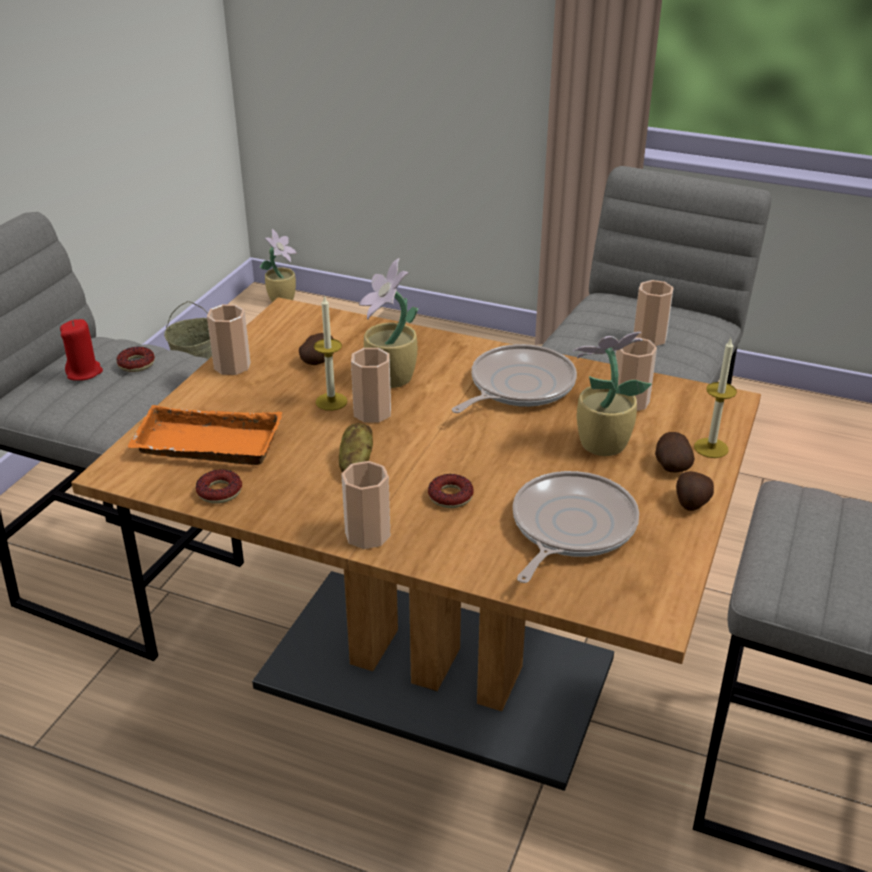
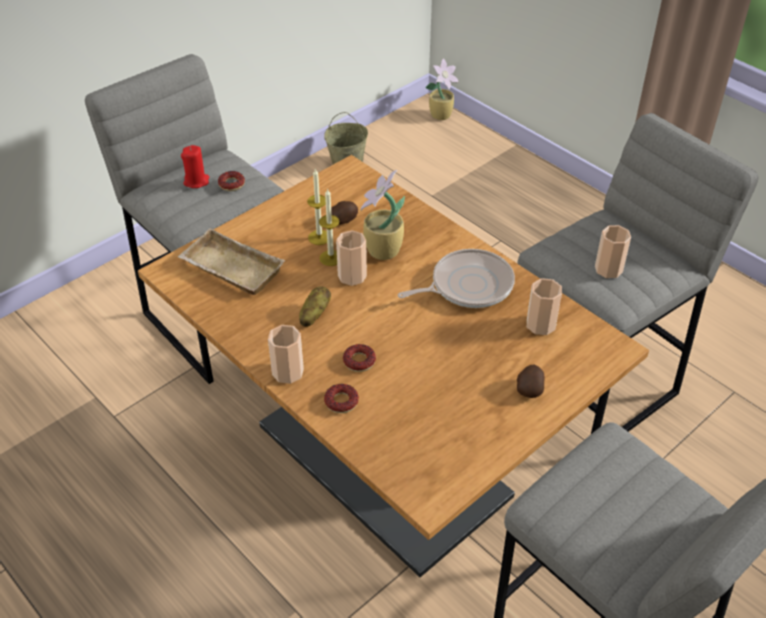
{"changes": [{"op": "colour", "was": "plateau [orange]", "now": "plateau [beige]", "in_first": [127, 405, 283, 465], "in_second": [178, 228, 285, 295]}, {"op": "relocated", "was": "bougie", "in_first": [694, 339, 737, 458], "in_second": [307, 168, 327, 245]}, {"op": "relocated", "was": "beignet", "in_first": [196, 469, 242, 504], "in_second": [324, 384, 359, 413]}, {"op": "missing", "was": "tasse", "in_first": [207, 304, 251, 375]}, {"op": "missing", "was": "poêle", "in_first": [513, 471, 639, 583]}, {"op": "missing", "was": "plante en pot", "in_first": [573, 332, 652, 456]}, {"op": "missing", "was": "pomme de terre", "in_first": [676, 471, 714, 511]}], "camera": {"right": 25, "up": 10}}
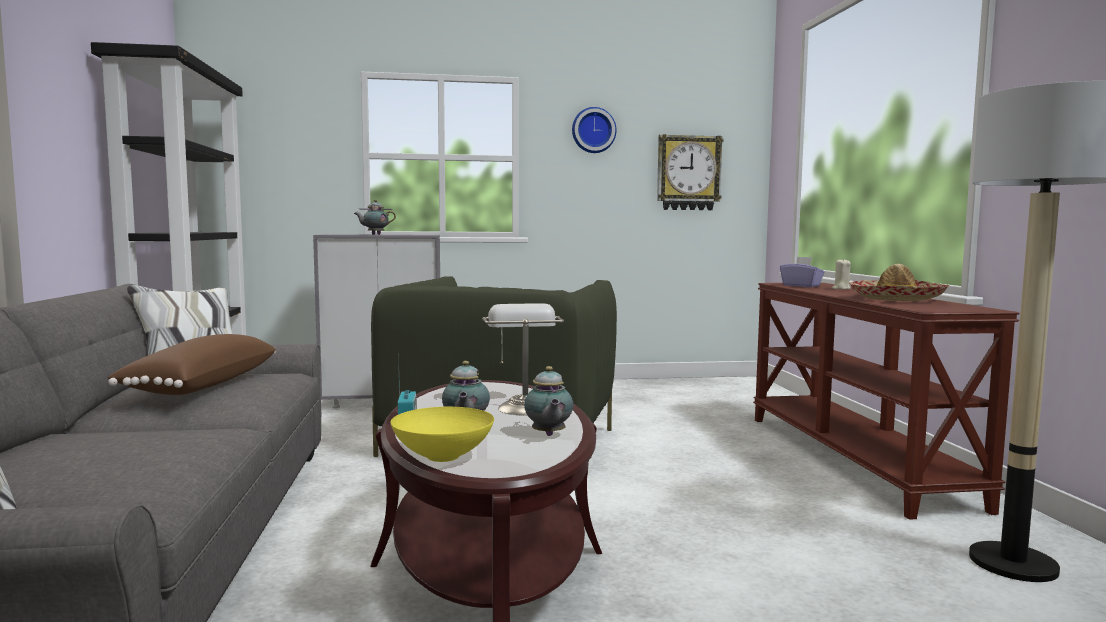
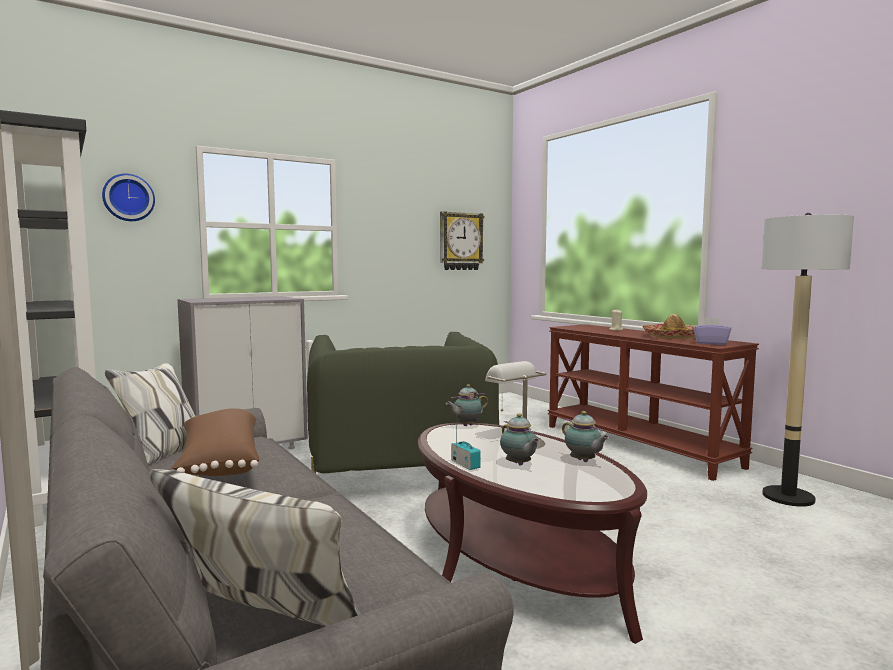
{"changes": [{"op": "relocated", "was": "horloge murale", "in_first": [572, 107, 617, 153], "in_second": [102, 174, 155, 221]}, {"op": "relocated", "was": "théière", "in_first": [354, 200, 396, 235], "in_second": [446, 384, 488, 426]}, {"op": "relocated", "was": "boîte à mouchoirs [violet]", "in_first": [780, 256, 825, 287], "in_second": [694, 318, 731, 345]}, {"op": "missing", "was": "bol [jaune]", "in_first": [391, 407, 494, 462]}], "camera": {"right": -25, "up": 0}}
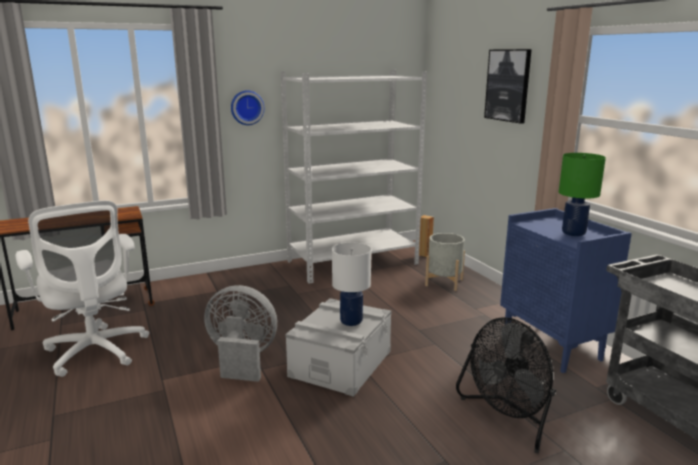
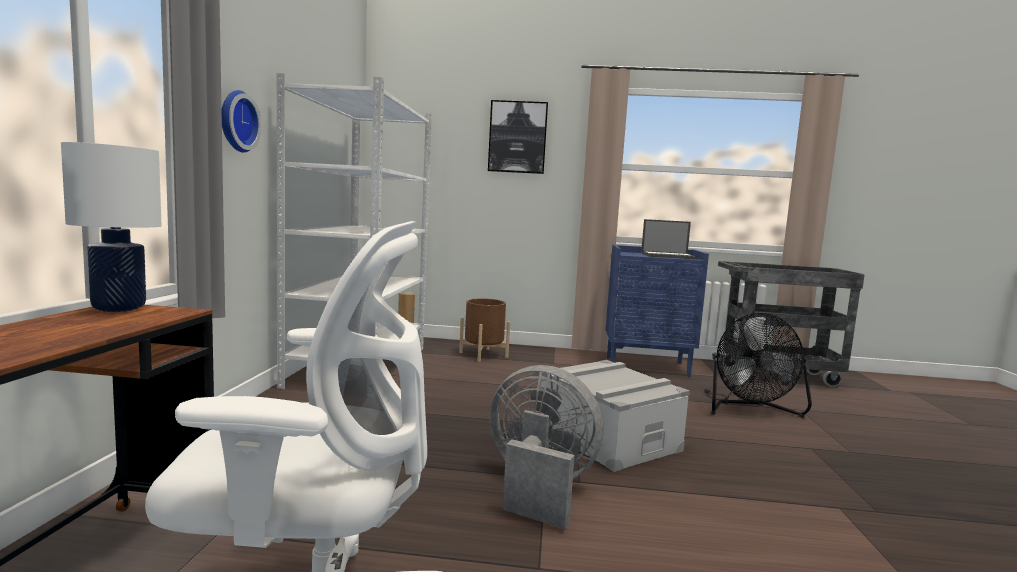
{"changes": [{"op": "relocated", "was": "lampe de table [blanc]", "in_first": [332, 242, 371, 326], "in_second": [61, 142, 162, 312]}, {"op": "colour", "was": "cache-pot [gris]", "now": "cache-pot [marron]", "in_first": [425, 233, 465, 291], "in_second": [459, 299, 510, 362]}, {"op": "spun", "was": "ventilateur [gris]", "in_first": [204, 285, 277, 382], "in_second": [490, 365, 603, 529], "clockwise": 75}, {"op": "exchanged", "was": "lampe de table [vert]", "now": "ordinateur portable", "in_first": [559, 153, 606, 236], "in_second": [641, 219, 699, 259]}], "camera": {"right": -60, "up": -10}}
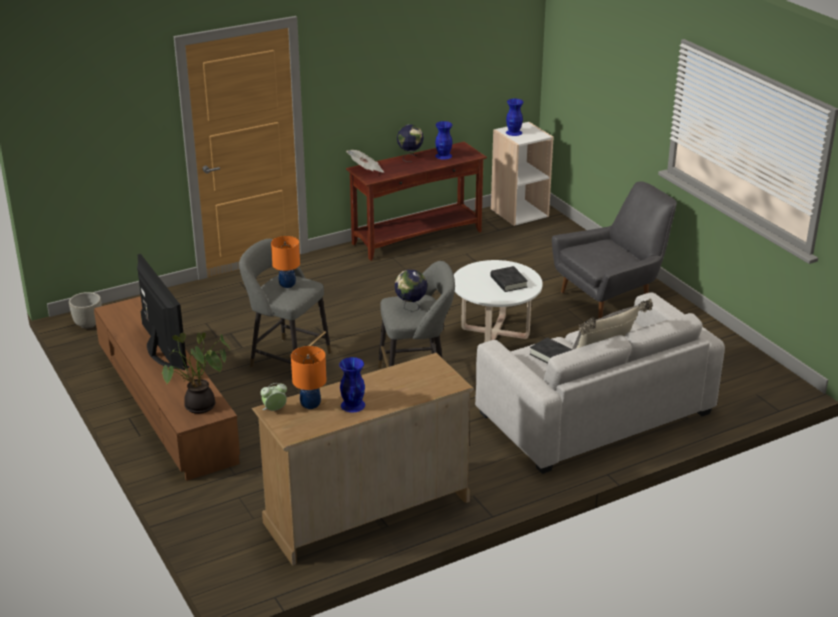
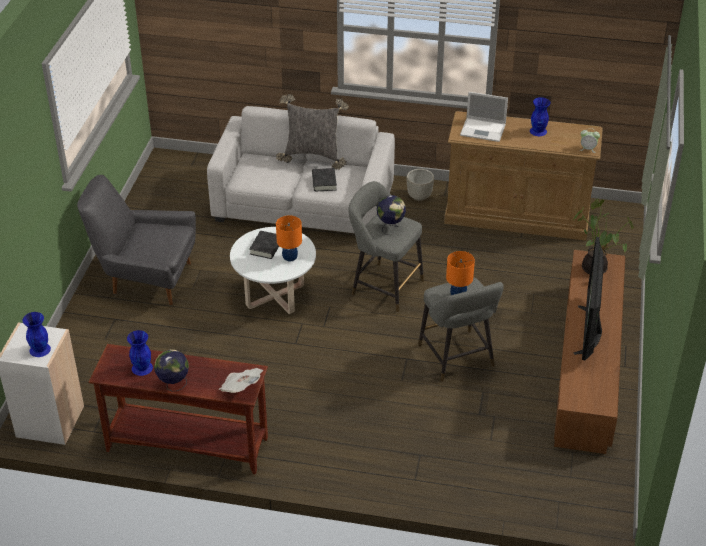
{"changes": [{"op": "relocated", "was": "lampe de table [orange]", "in_first": [291, 346, 326, 409], "in_second": [276, 215, 302, 262]}, {"op": "relocated", "was": "cache-pot [gris]", "in_first": [69, 292, 102, 329], "in_second": [407, 169, 434, 201]}, {"op": "appeared", "now": "ordinateur portable", "in_second": [460, 92, 508, 142]}], "camera": {"right": -140, "up": 10}}
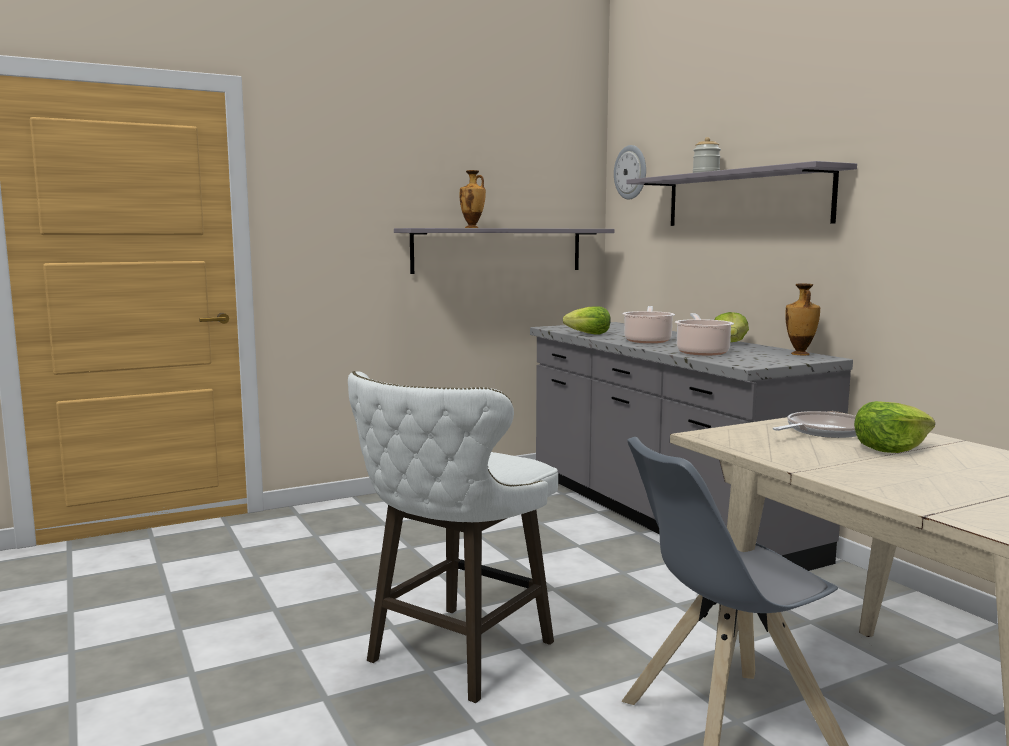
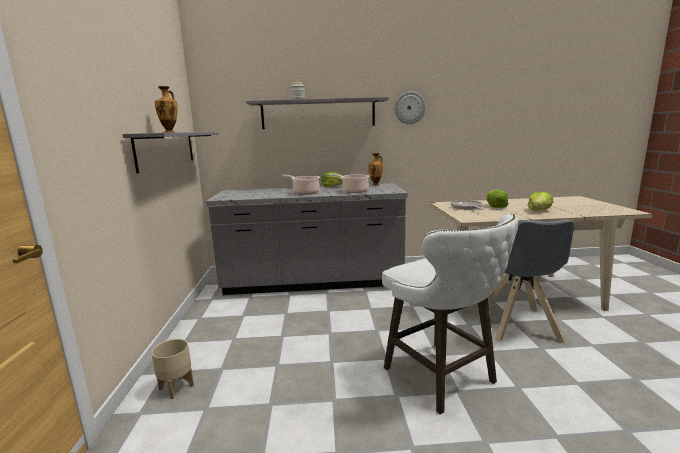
{"changes": [{"op": "appeared", "now": "cache-pot [beige]", "in_second": [151, 339, 194, 399]}, {"op": "relocated", "was": "horloge murale", "in_first": [614, 145, 646, 199], "in_second": [394, 91, 426, 124]}, {"op": "relocated", "was": "laitue", "in_first": [563, 306, 611, 335], "in_second": [528, 191, 553, 210]}], "camera": {"right": -65, "up": 5}}
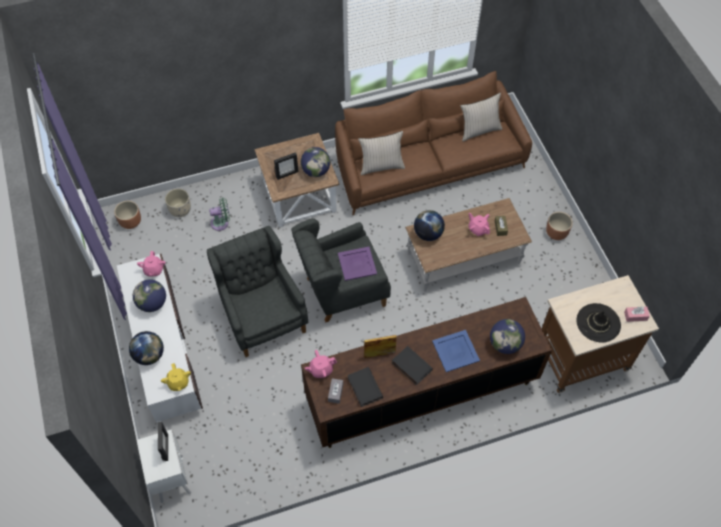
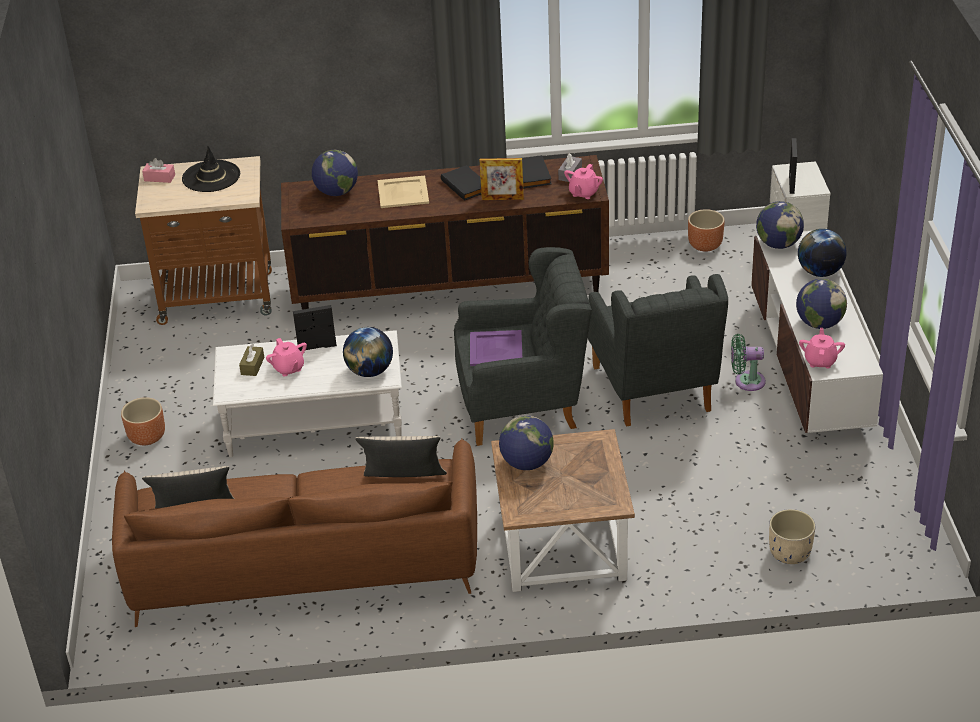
{"changes": [{"op": "colour", "was": "table basse [marron]", "now": "table basse [blanc]", "in_first": [405, 198, 532, 292], "in_second": [213, 330, 402, 457]}, {"op": "relocated", "was": "cadre photo", "in_first": [274, 152, 298, 180], "in_second": [293, 305, 337, 351]}, {"op": "colour", "was": "plateau [bleu]", "now": "plateau [beige]", "in_first": [432, 330, 480, 372], "in_second": [378, 176, 429, 208]}, {"op": "spun", "was": "théière [rose]", "in_first": [305, 350, 337, 378], "in_second": [564, 164, 603, 199], "clockwise": 120}, {"op": "relocated", "was": "cache-pot [marron]", "in_first": [114, 201, 141, 229], "in_second": [688, 209, 725, 252]}, {"op": "relocated", "was": "ventilateur [vert]", "in_first": [209, 198, 230, 231], "in_second": [731, 334, 766, 391]}, {"op": "exchanged", "was": "théière [jaune]", "now": "globe", "in_first": [161, 363, 191, 391], "in_second": [756, 201, 804, 249]}], "camera": {"right": -165, "up": -20}}
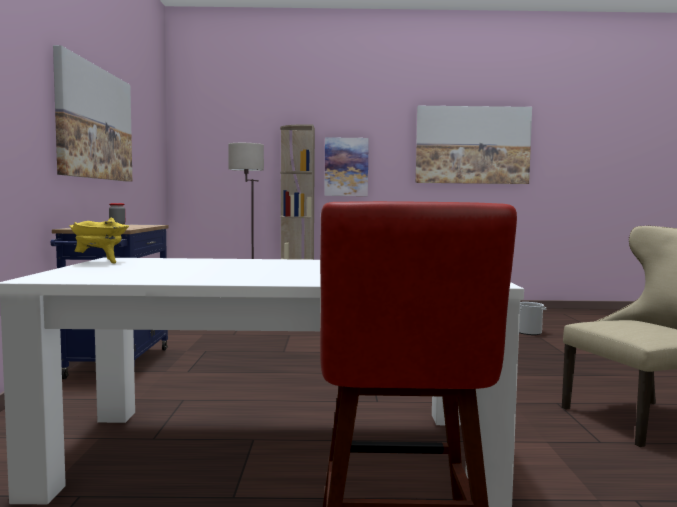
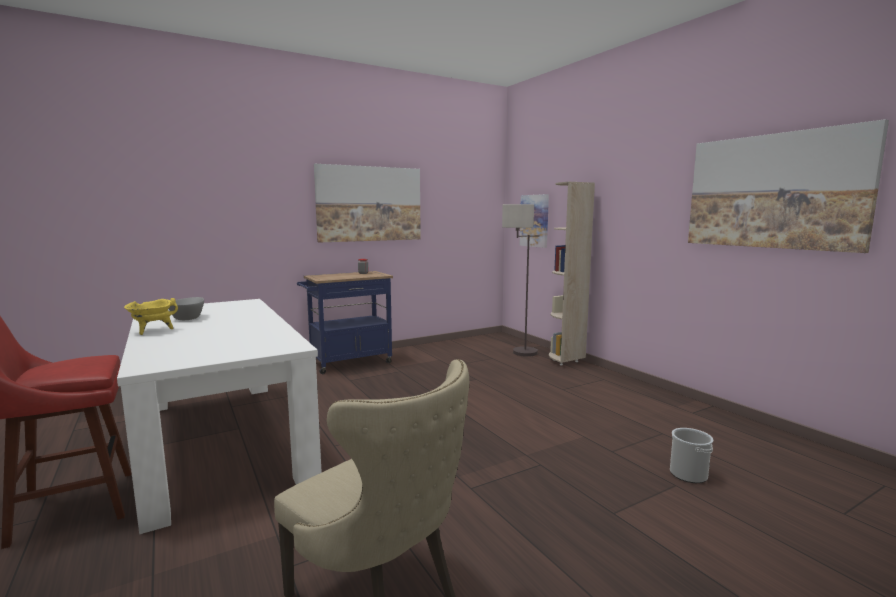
{"changes": [{"op": "relocated", "was": "marmite [jaune]", "in_first": [69, 218, 129, 263], "in_second": [124, 298, 178, 335]}, {"op": "appeared", "now": "bol [gris]", "in_second": [169, 297, 204, 320]}, {"op": "relocated", "was": "tableau", "in_first": [324, 137, 369, 196], "in_second": [520, 194, 549, 248]}], "camera": {"right": 60, "up": 5}}
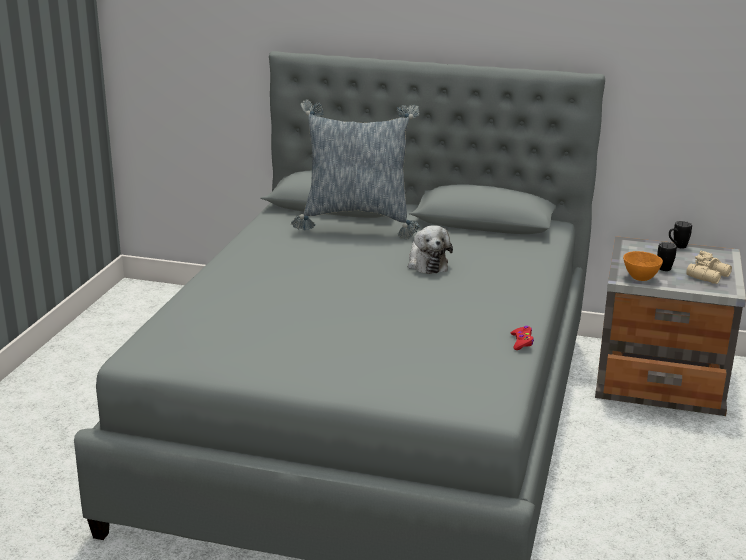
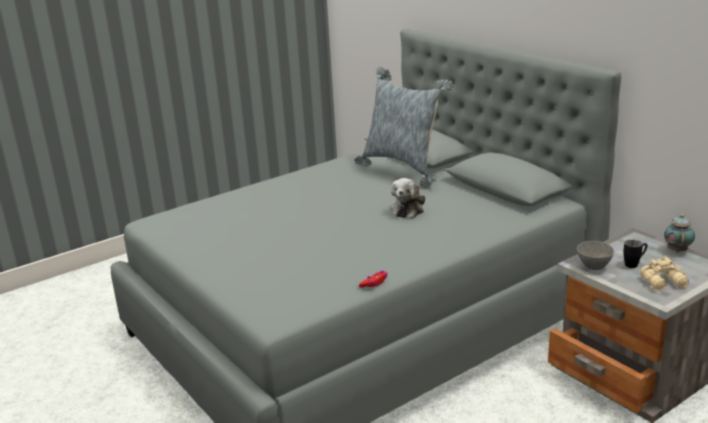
{"changes": [{"op": "colour", "was": "bol [orange]", "now": "bol [gris]", "in_first": [623, 251, 663, 281], "in_second": [577, 241, 614, 270]}, {"op": "exchanged", "was": "mug [noir]", "now": "théière", "in_first": [669, 221, 692, 249], "in_second": [664, 214, 695, 253]}], "camera": {"right": 40, "up": 0}}
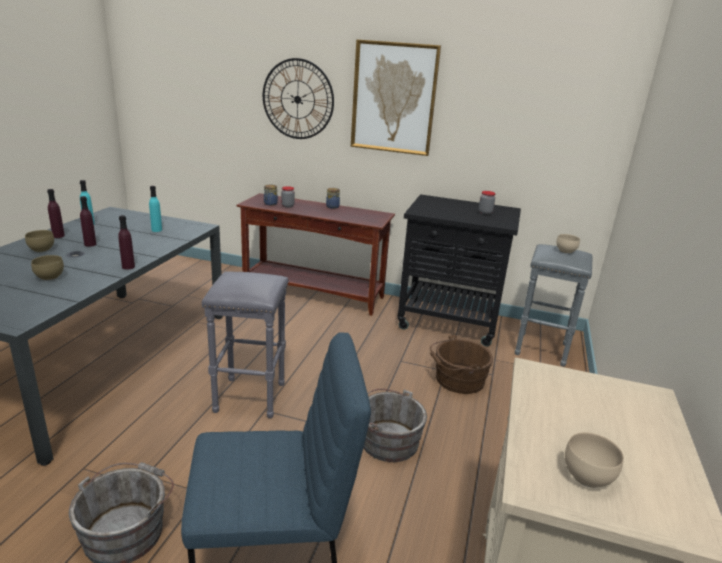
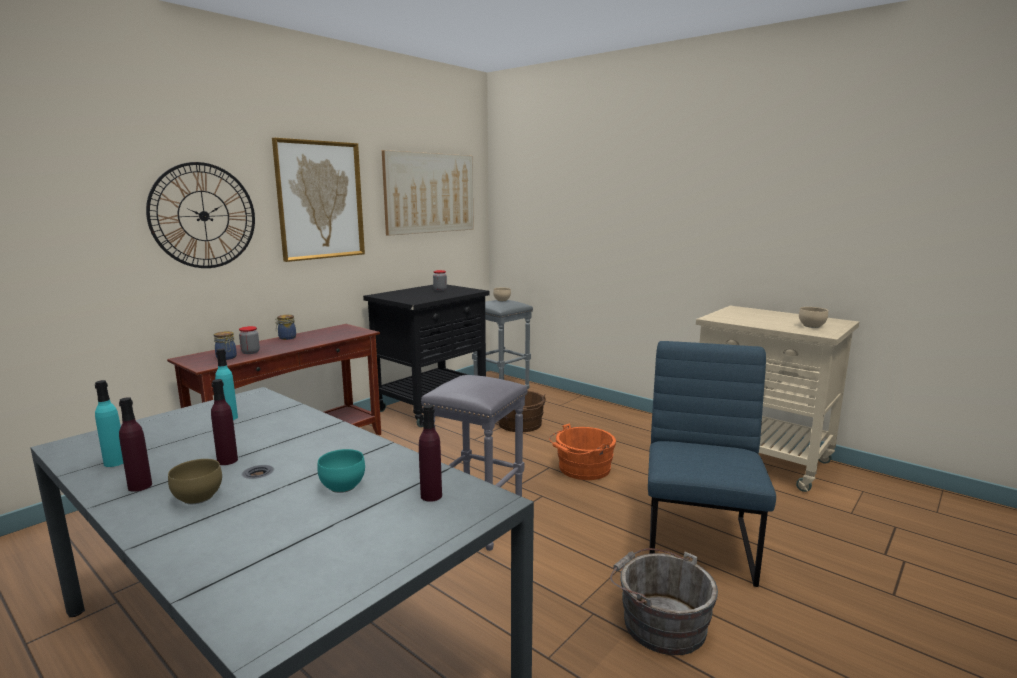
{"changes": [{"op": "colour", "was": "bol [marron]", "now": "bol [turquoise]", "in_first": [31, 255, 64, 280], "in_second": [317, 449, 365, 493]}, {"op": "appeared", "now": "tableau", "in_second": [382, 150, 474, 236]}, {"op": "relocated", "was": "bouteille [violet]", "in_first": [118, 215, 135, 270], "in_second": [419, 404, 442, 502]}, {"op": "colour", "was": "seau [gris]", "now": "seau [orange]", "in_first": [363, 389, 427, 462], "in_second": [549, 423, 616, 480]}], "camera": {"right": -65, "up": -10}}
